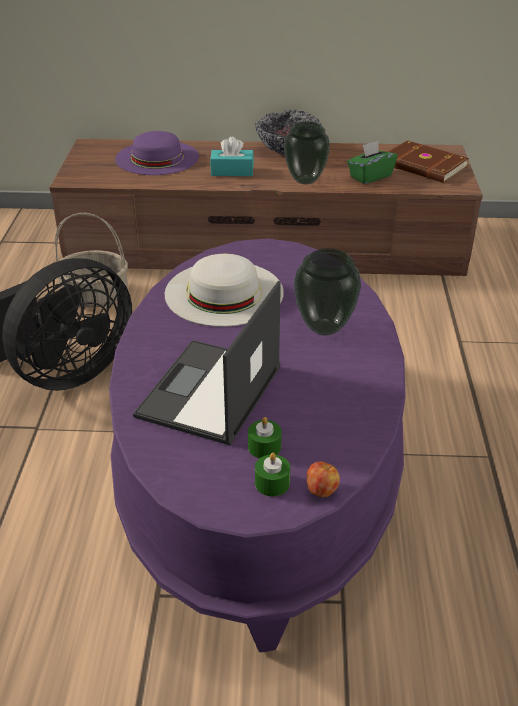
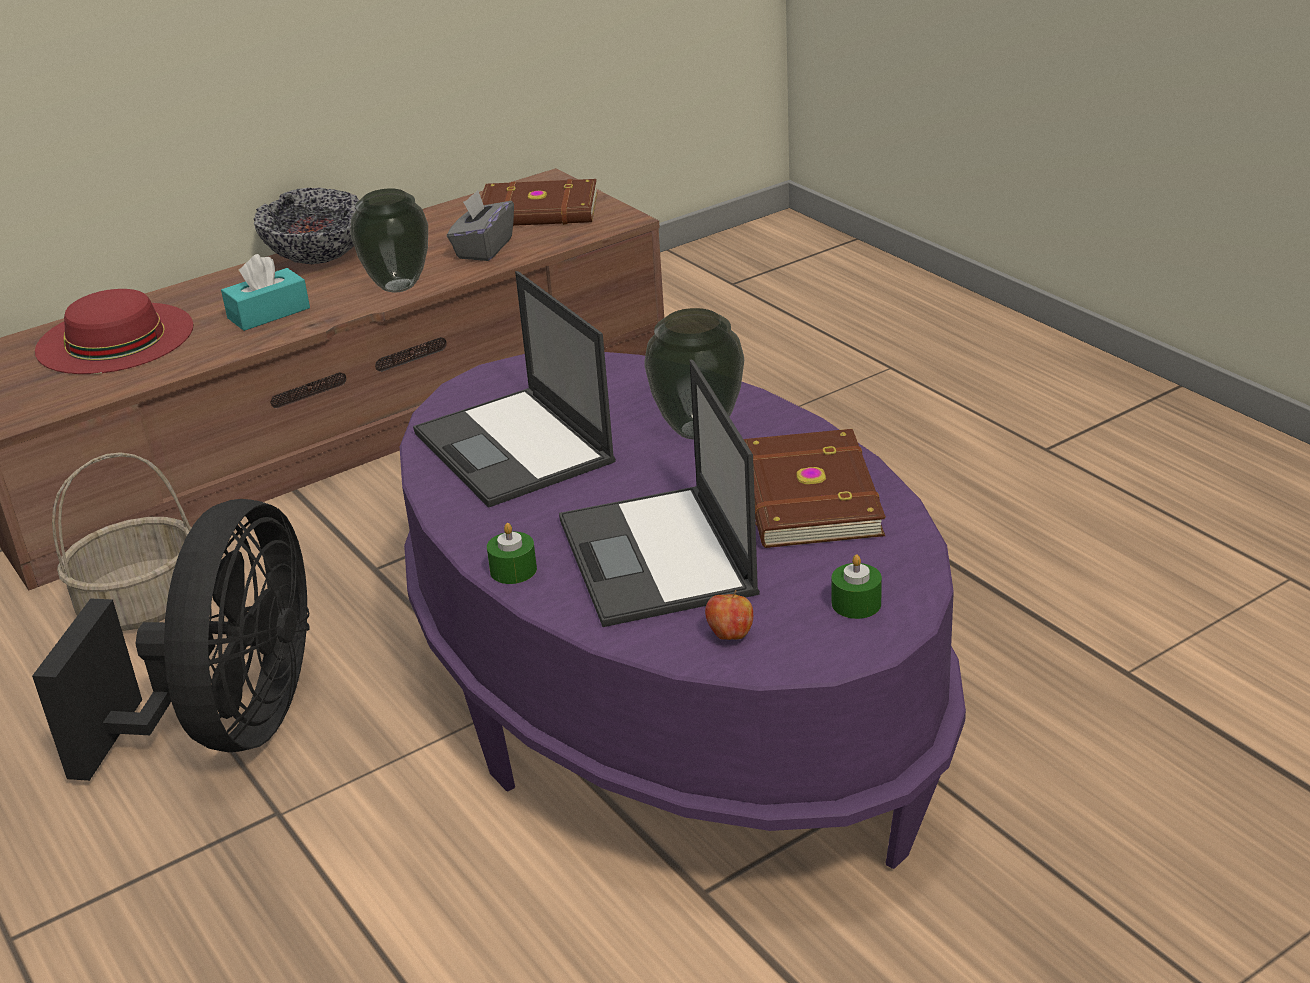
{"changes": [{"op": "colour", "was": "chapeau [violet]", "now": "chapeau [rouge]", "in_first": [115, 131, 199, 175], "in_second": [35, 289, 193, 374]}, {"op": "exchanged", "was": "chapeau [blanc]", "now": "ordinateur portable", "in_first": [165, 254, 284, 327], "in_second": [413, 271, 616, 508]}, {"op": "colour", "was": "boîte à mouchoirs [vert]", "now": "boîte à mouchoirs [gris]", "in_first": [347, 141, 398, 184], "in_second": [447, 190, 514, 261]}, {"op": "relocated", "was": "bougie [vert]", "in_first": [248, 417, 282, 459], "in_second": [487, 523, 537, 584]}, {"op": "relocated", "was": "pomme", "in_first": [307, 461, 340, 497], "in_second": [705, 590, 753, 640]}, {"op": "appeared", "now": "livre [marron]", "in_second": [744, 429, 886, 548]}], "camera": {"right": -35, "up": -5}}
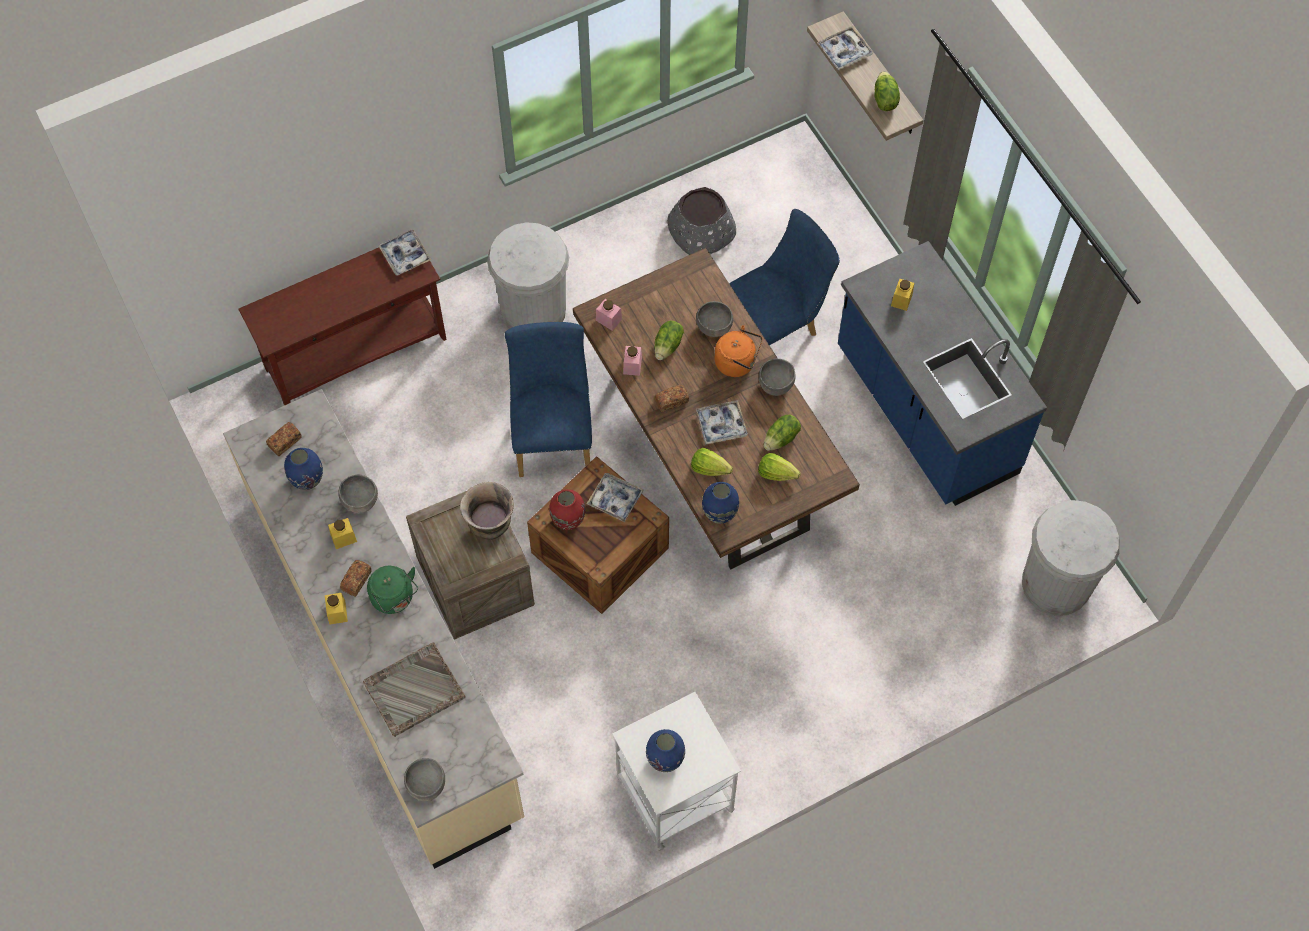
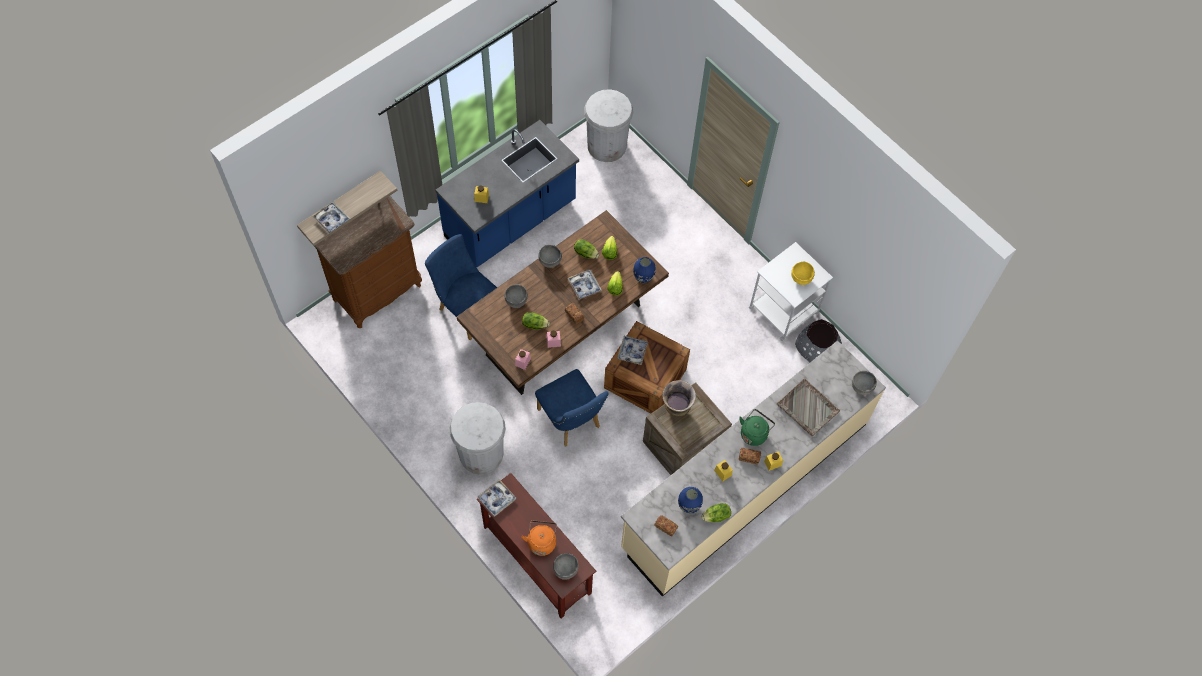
{"changes": [{"op": "appeared", "now": "commode [marron]", "in_second": [314, 196, 422, 328]}, {"op": "relocated", "was": "bouilloire [orange]", "in_first": [714, 325, 762, 377], "in_second": [521, 521, 557, 556]}, {"op": "spun", "was": "chaise [bleu]", "in_first": [505, 322, 592, 477], "in_second": [535, 369, 609, 446], "clockwise": -105}, {"op": "relocated", "was": "bol [gris]", "in_first": [338, 474, 378, 513], "in_second": [553, 553, 579, 580]}, {"op": "relocated", "was": "laitue", "in_first": [874, 71, 900, 111], "in_second": [701, 503, 731, 522]}, {"op": "exchanged", "was": "vase [bleu]", "now": "bol [jaune]", "in_first": [646, 729, 685, 772], "in_second": [791, 262, 815, 285]}, {"op": "relocated", "was": "cache-pot [gris]", "in_first": [667, 187, 736, 255], "in_second": [795, 319, 842, 362]}, {"op": "missing", "was": "vase [rouge]", "in_first": [549, 489, 585, 530]}], "camera": {"right": -105, "up": 0}}
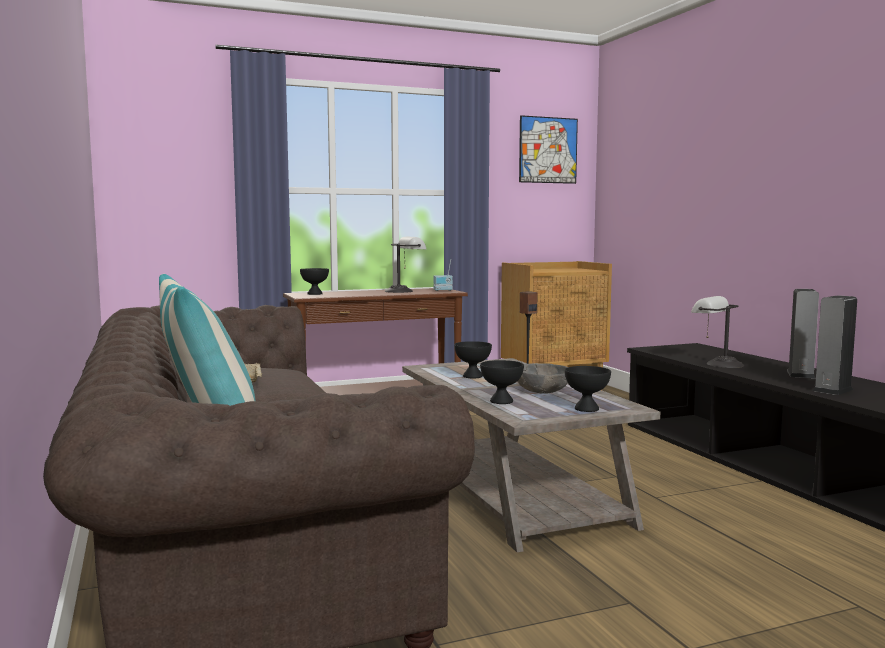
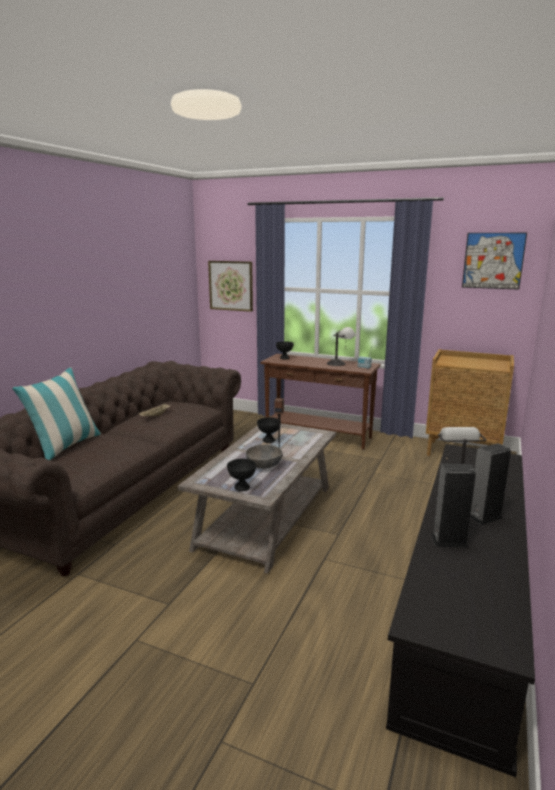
{"changes": [{"op": "appeared", "now": "tableau", "in_second": [208, 261, 253, 312]}, {"op": "missing", "was": "bol [noir]", "in_first": [480, 360, 524, 404]}], "camera": {"right": 45, "up": 10}}
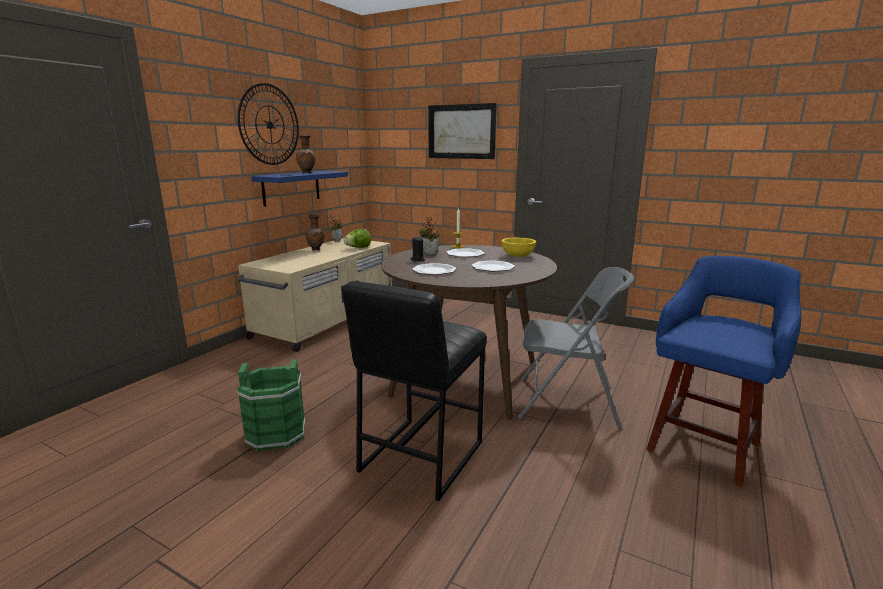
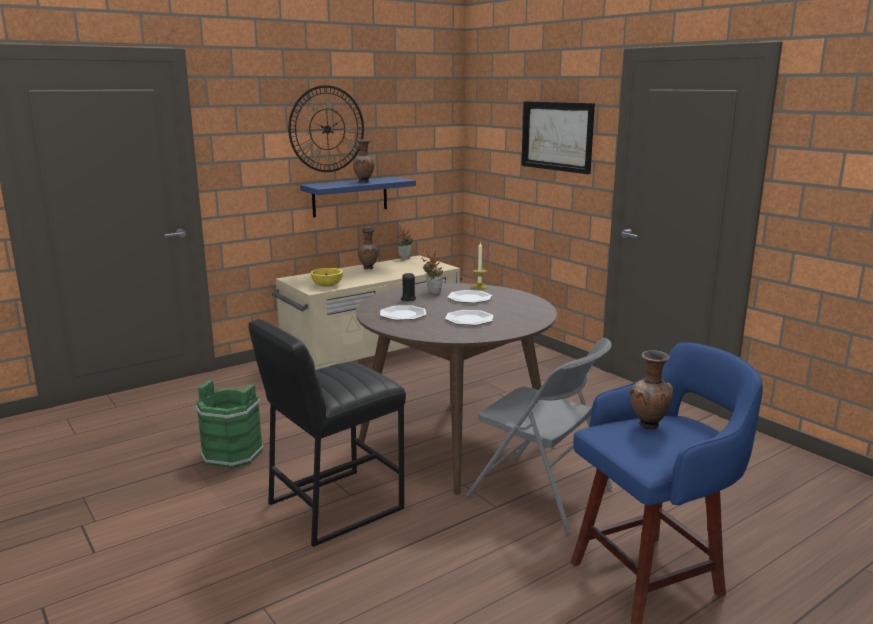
{"changes": [{"op": "relocated", "was": "bol [jaune]", "in_first": [502, 238, 536, 257], "in_second": [311, 268, 343, 287]}, {"op": "appeared", "now": "vase [marron]", "in_second": [630, 350, 673, 430]}, {"op": "missing", "was": "laitue", "in_first": [344, 229, 371, 248]}], "camera": {"right": 25, "up": 0}}
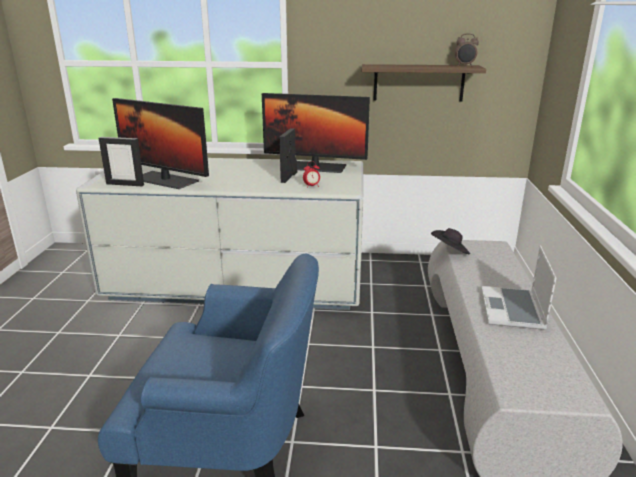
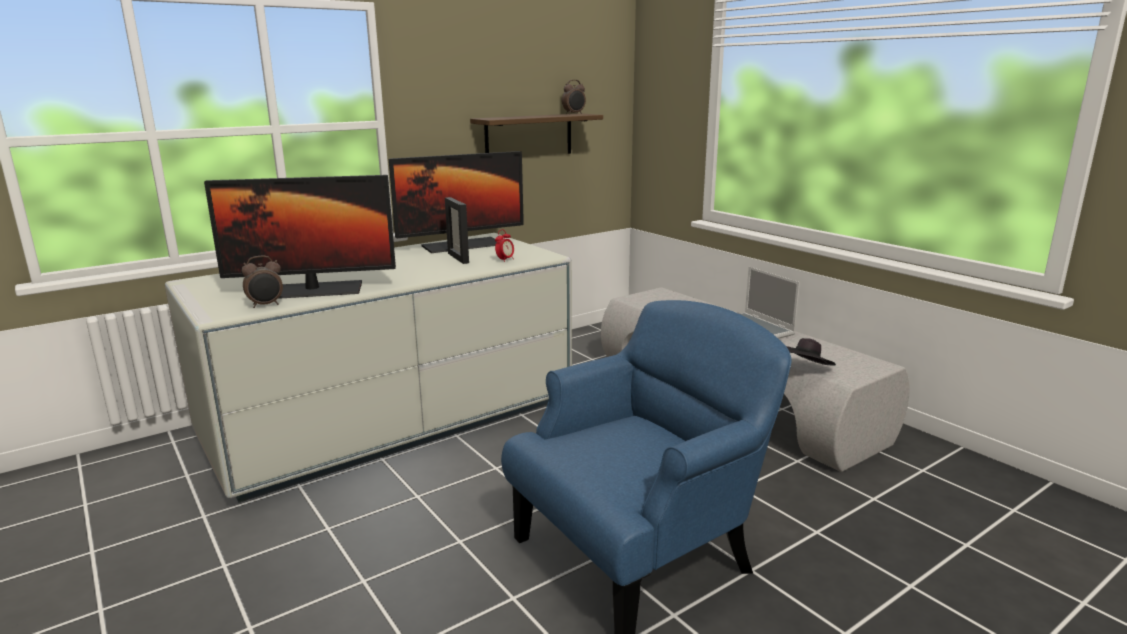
{"changes": [{"op": "exchanged", "was": "cadre photo", "now": "réveil", "in_first": [99, 137, 144, 186], "in_second": [242, 256, 283, 308]}, {"op": "relocated", "was": "chapeau [noir]", "in_first": [431, 228, 470, 254], "in_second": [786, 338, 836, 366]}], "camera": {"right": -40, "up": -5}}
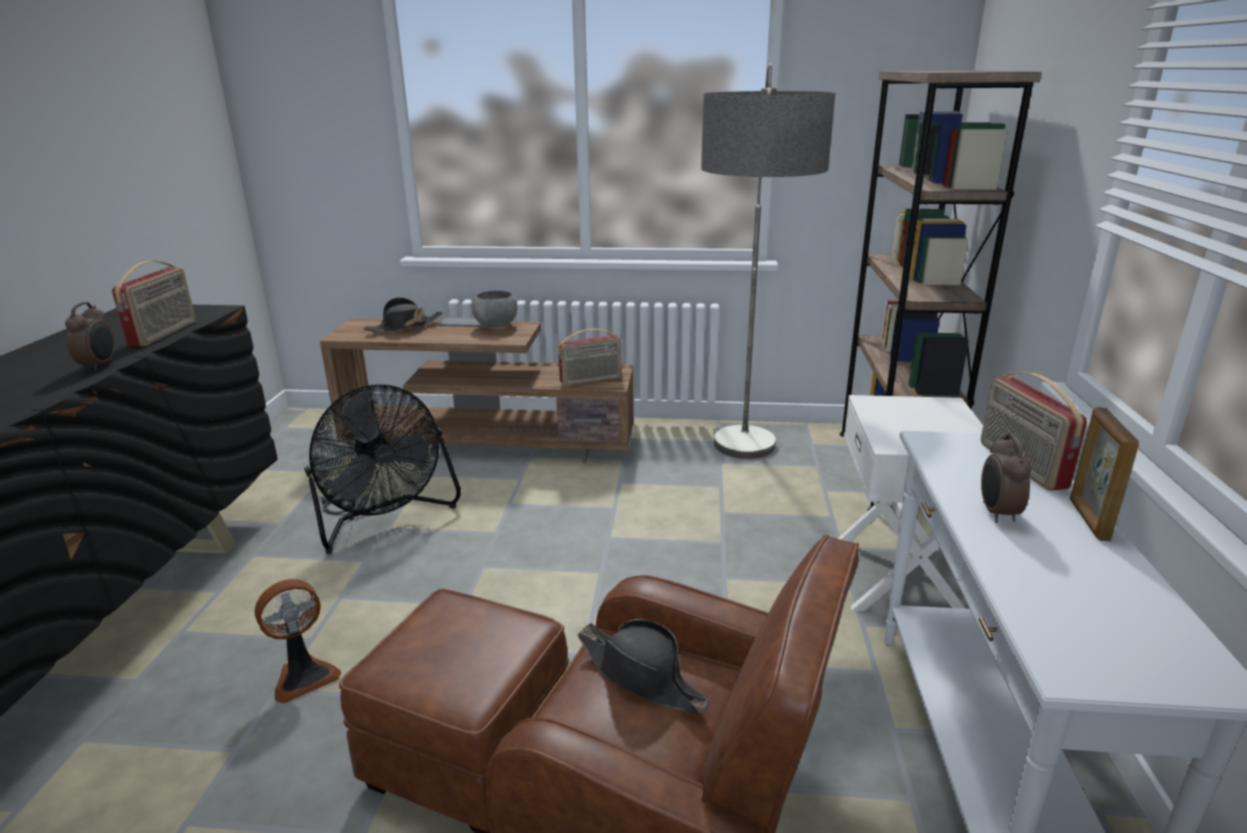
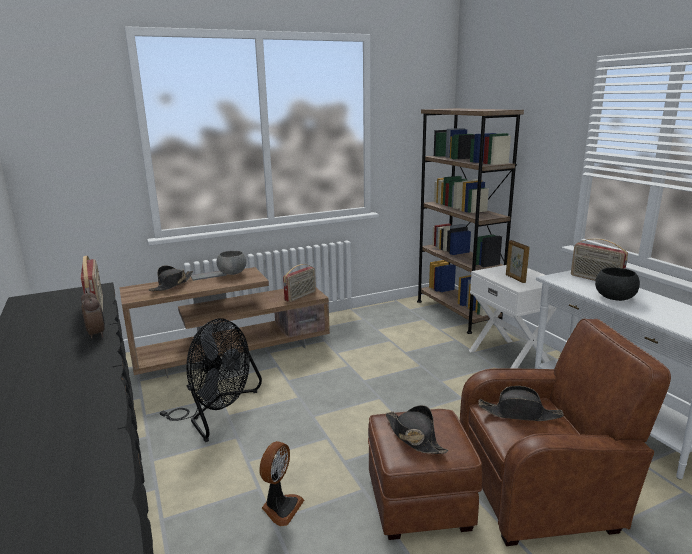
{"changes": [{"op": "appeared", "now": "chapeau [noir]", "in_second": [386, 405, 449, 454]}, {"op": "relocated", "was": "cadre photo", "in_first": [1070, 407, 1139, 541], "in_second": [506, 240, 530, 283]}, {"op": "exchanged", "was": "réveil", "now": "bol [noir]", "in_first": [981, 434, 1032, 523], "in_second": [595, 267, 640, 301]}, {"op": "missing", "was": "lampadaire", "in_first": [701, 63, 835, 459]}], "camera": {"right": -30, "up": -5}}
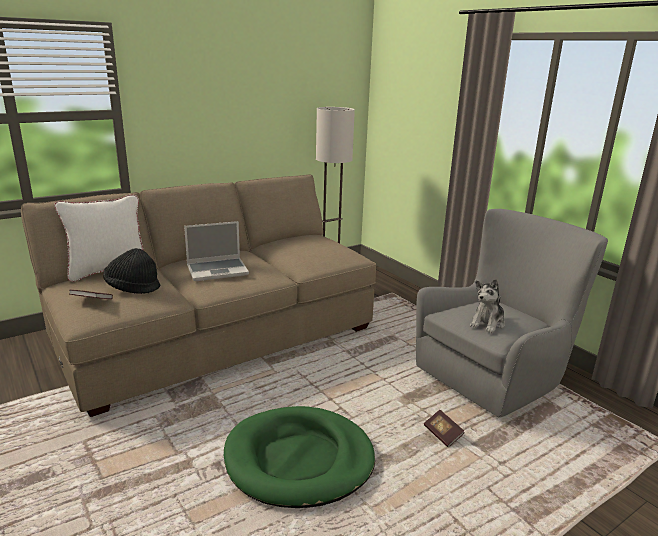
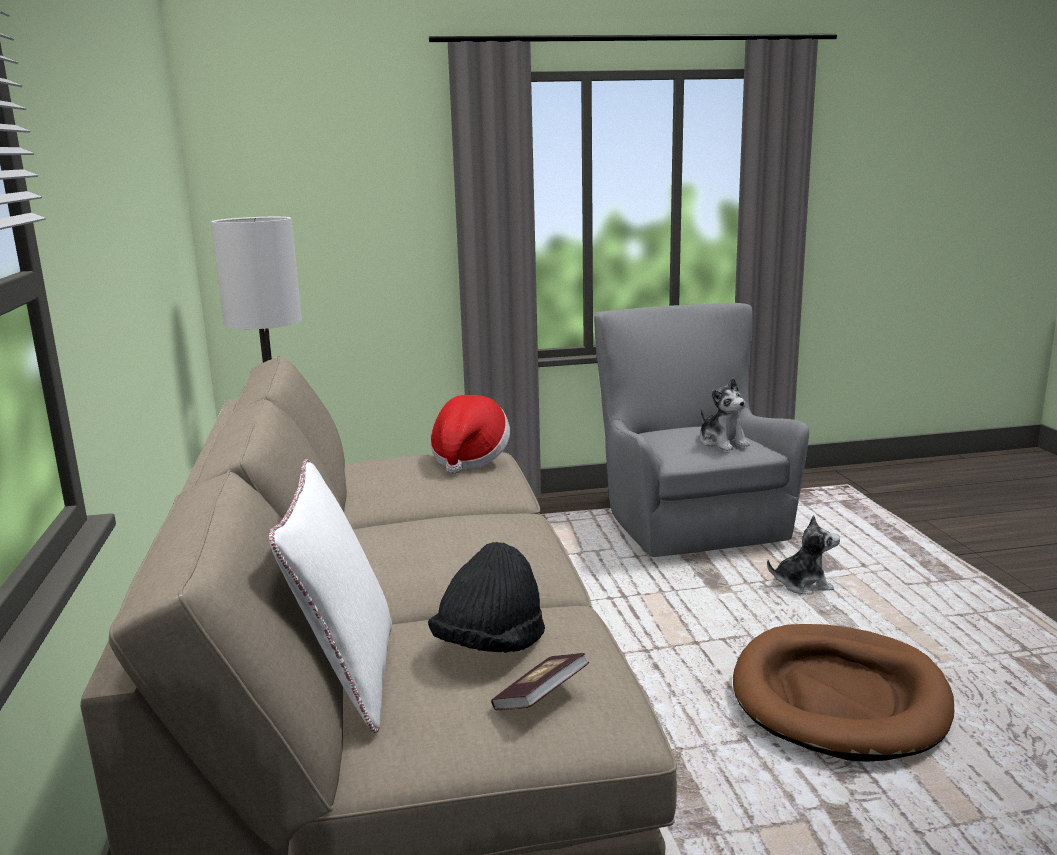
{"changes": [{"op": "appeared", "now": "chapeau", "in_second": [430, 395, 510, 474]}, {"op": "colour", "was": "panier pour chien [vert]", "now": "panier pour chien [marron]", "in_first": [224, 406, 375, 508], "in_second": [733, 624, 954, 762]}, {"op": "exchanged", "was": "livre", "now": "peluche", "in_first": [424, 410, 464, 447], "in_second": [767, 515, 840, 594]}, {"op": "missing", "was": "ordinateur portable", "in_first": [184, 221, 249, 281]}], "camera": {"right": -65, "up": -5}}
